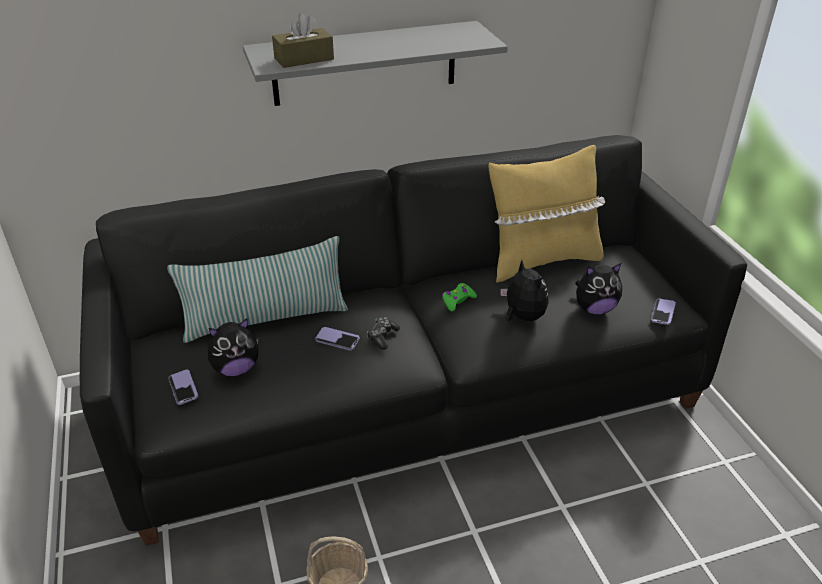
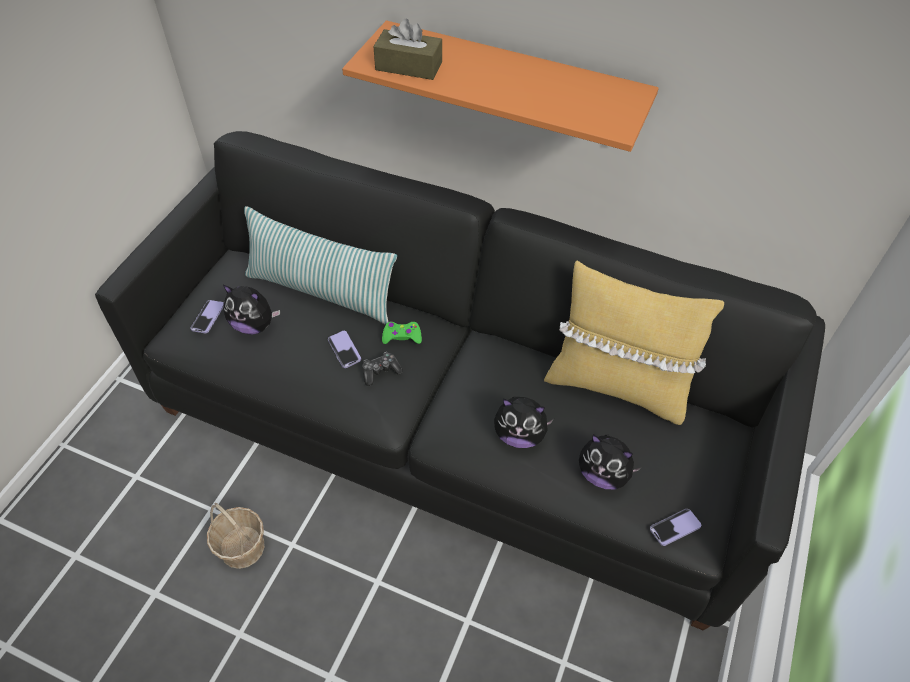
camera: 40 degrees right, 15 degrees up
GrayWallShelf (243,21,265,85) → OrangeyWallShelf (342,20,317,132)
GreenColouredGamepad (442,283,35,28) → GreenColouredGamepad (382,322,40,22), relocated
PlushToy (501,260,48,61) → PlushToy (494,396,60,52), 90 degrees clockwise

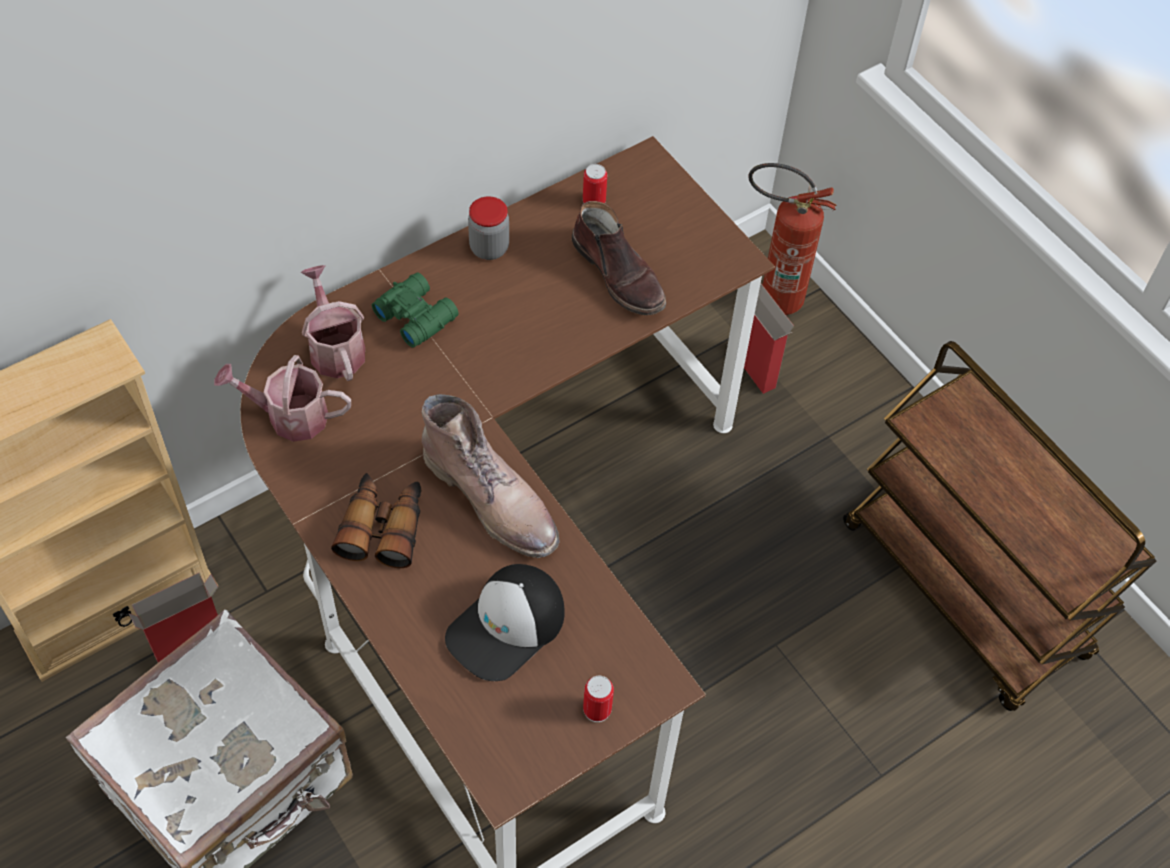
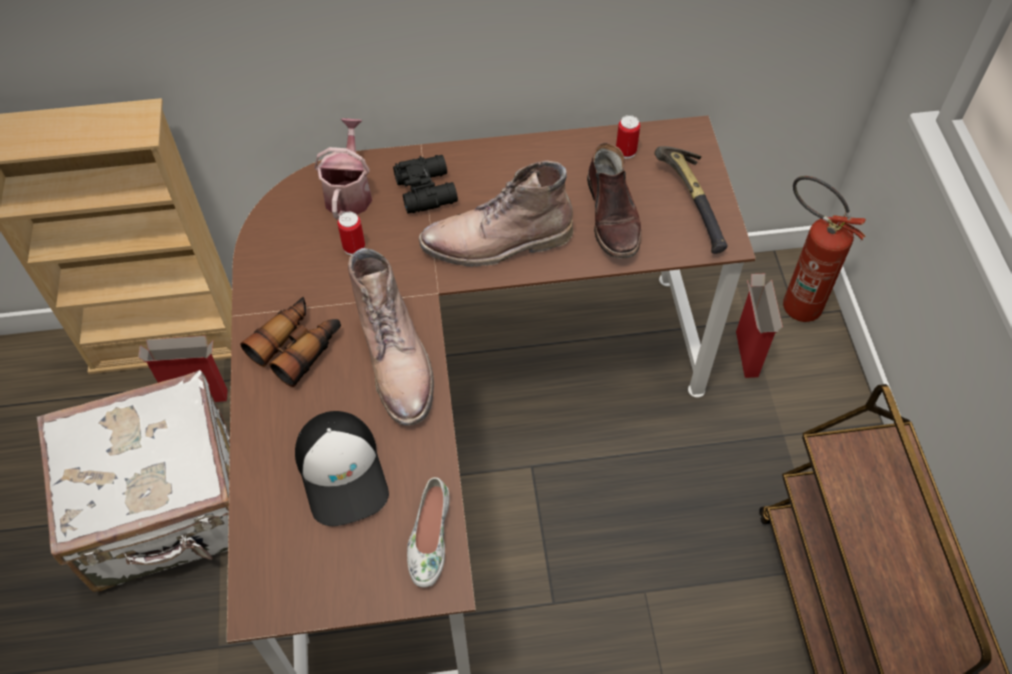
camera: 30 degrees right, 0 degrees up
Cap (445,564,120,117) → Cap (295,411,94,115), 90 degrees counterclockwise
SealedCan (583,676,31,46) → SealedCan (337,212,28,43), relocated
GreenColouredBinoculars (372,272,87,76) → BlackBinoculars (393,155,65,59)
- → WhitishItemOfFootwear (407,477,42,110)
- → BrownBoot (419,160,154,107)
- → HandHammer (654,146,74,108)
WateringPot (214,355,137,87) → -
Jar (468,196,41,64) → -

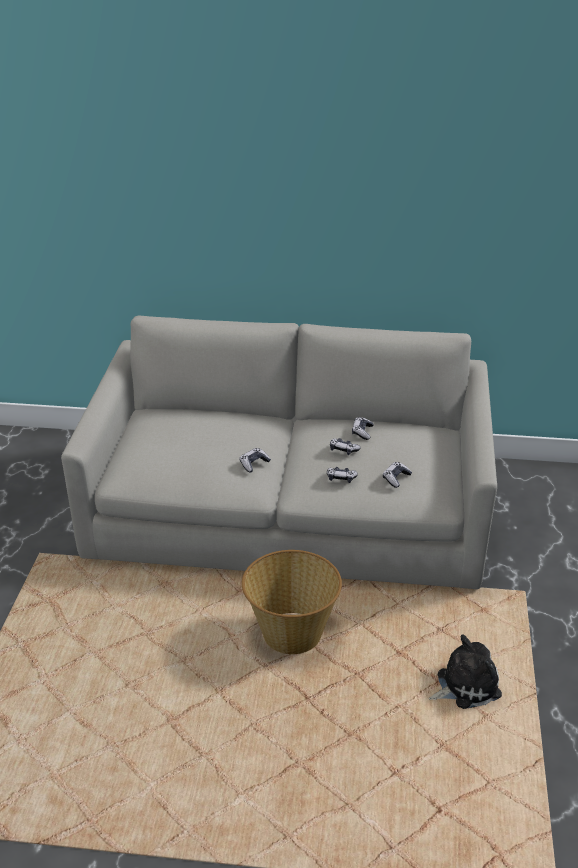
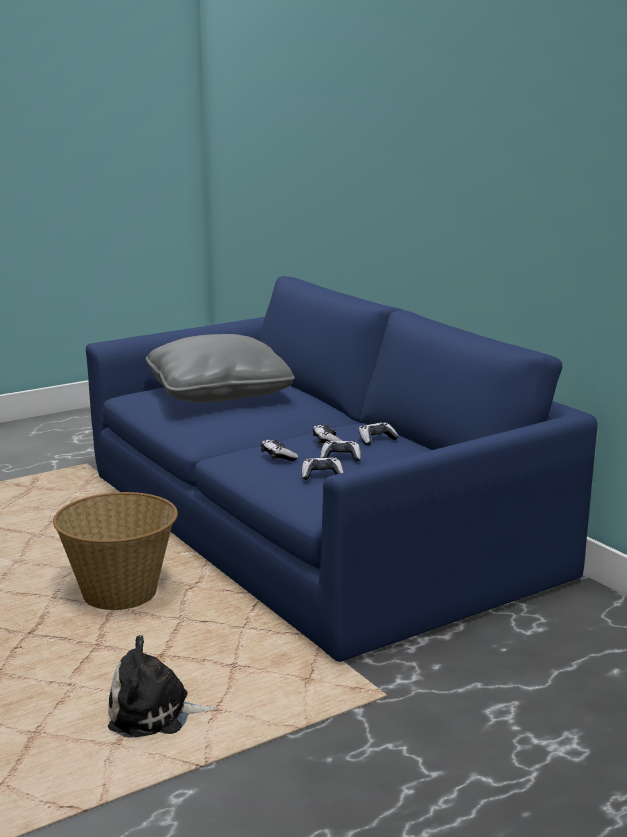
camera: 50 degrees right, 15 degrees down
GraySofa (61,316,436,273) → BluishSofa (86,276,512,386)
PlushToy (429,634,73,75) → PlushToy (108,635,108,103), 150 degrees clockwise
- → GrayPillow (146,334,149,69)
Gamepad (239,448,32,24) → Gamepad (320,441,41,21), relocated

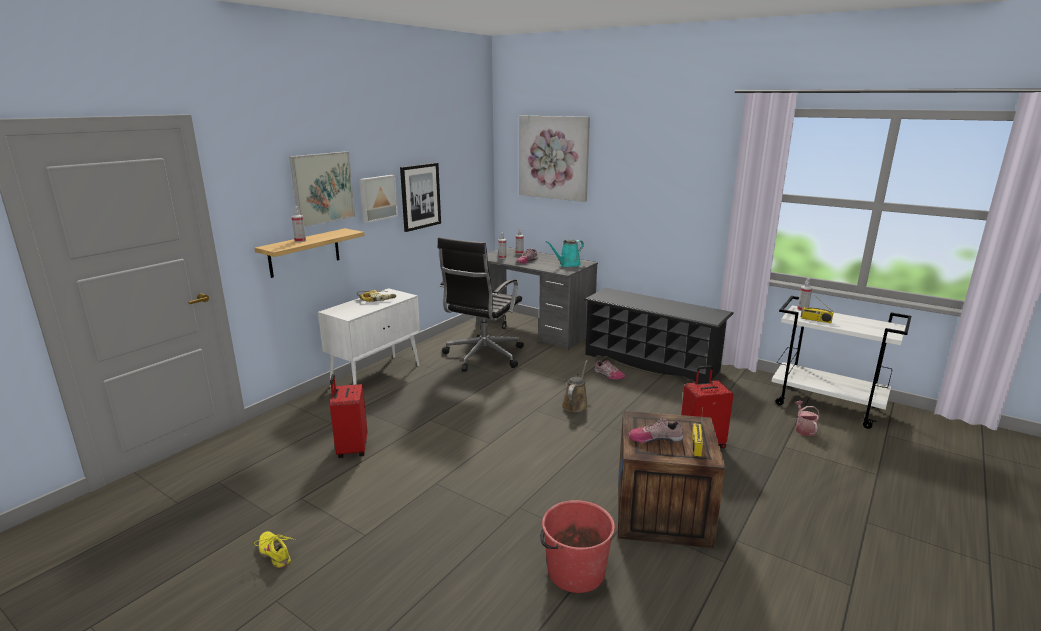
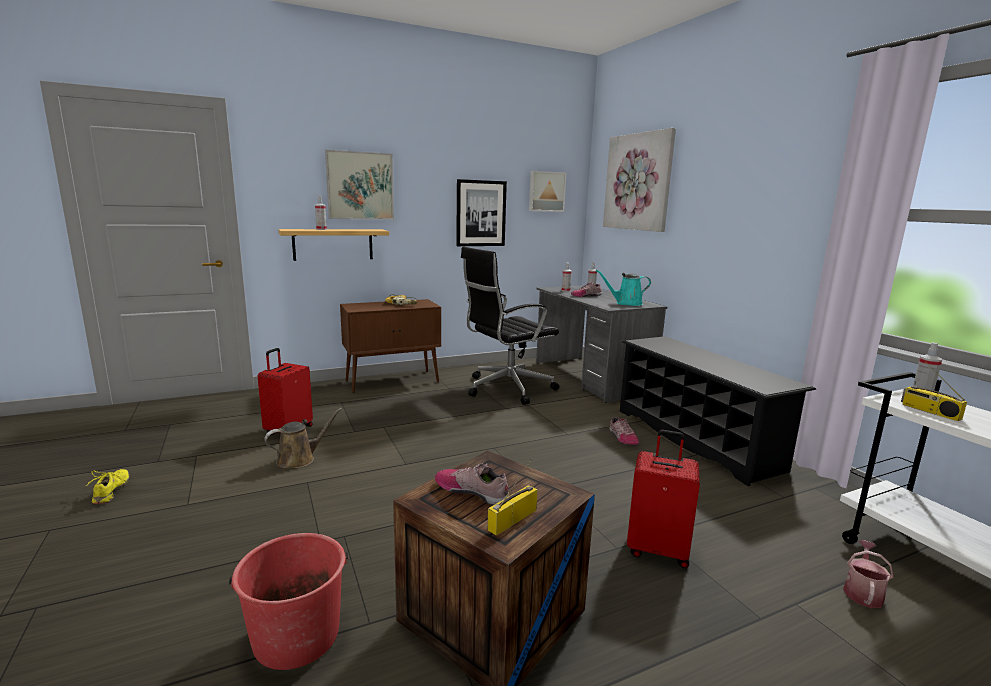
camera: 30 degrees right, 5 degrees down
BrownWateringPot (561,360,27,52) → BrownWateringPot (264,408,78,60), relocated
WhitishStorageCabinet (318,288,102,99) → BrownStorageCabinet (340,299,101,94)
WallPicture (359,175,39,48) → WallPicture (529,171,37,41), relocated

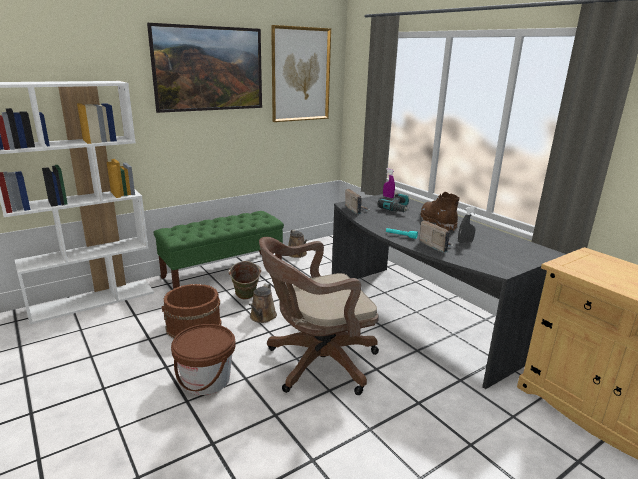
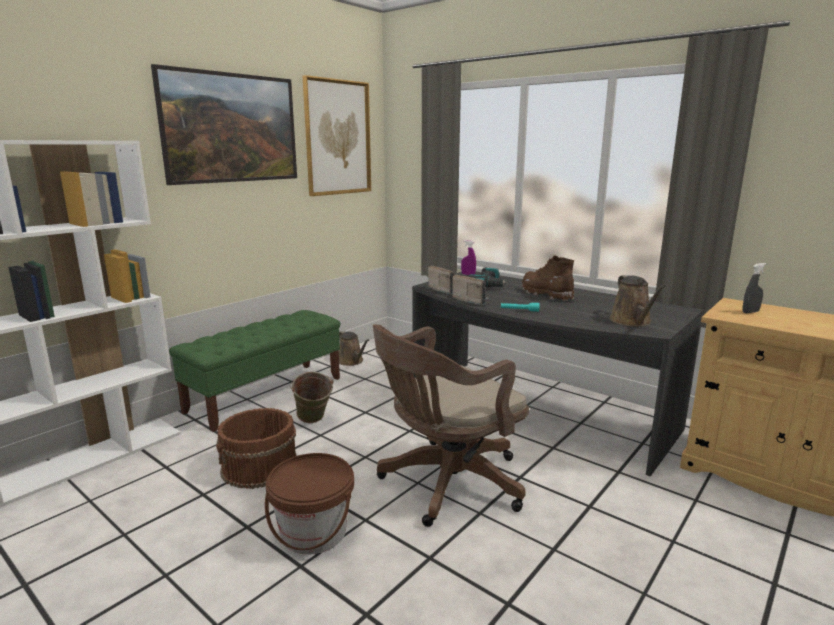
camera: 15 degrees left, 5 degrees down
RadioSet (419,220,35,33) → RadioSet (452,274,36,31), relocated
BrownWateringPot (248,284,29,39) → BrownWateringPot (610,275,56,52), relocated
GraySprayBottle (458,207,19,36) → GraySprayBottle (743,263,23,50), relocated

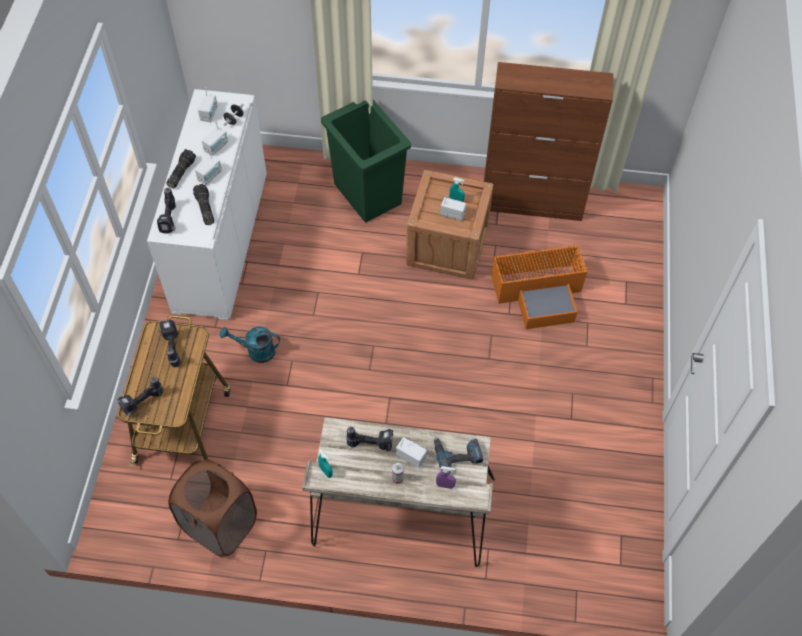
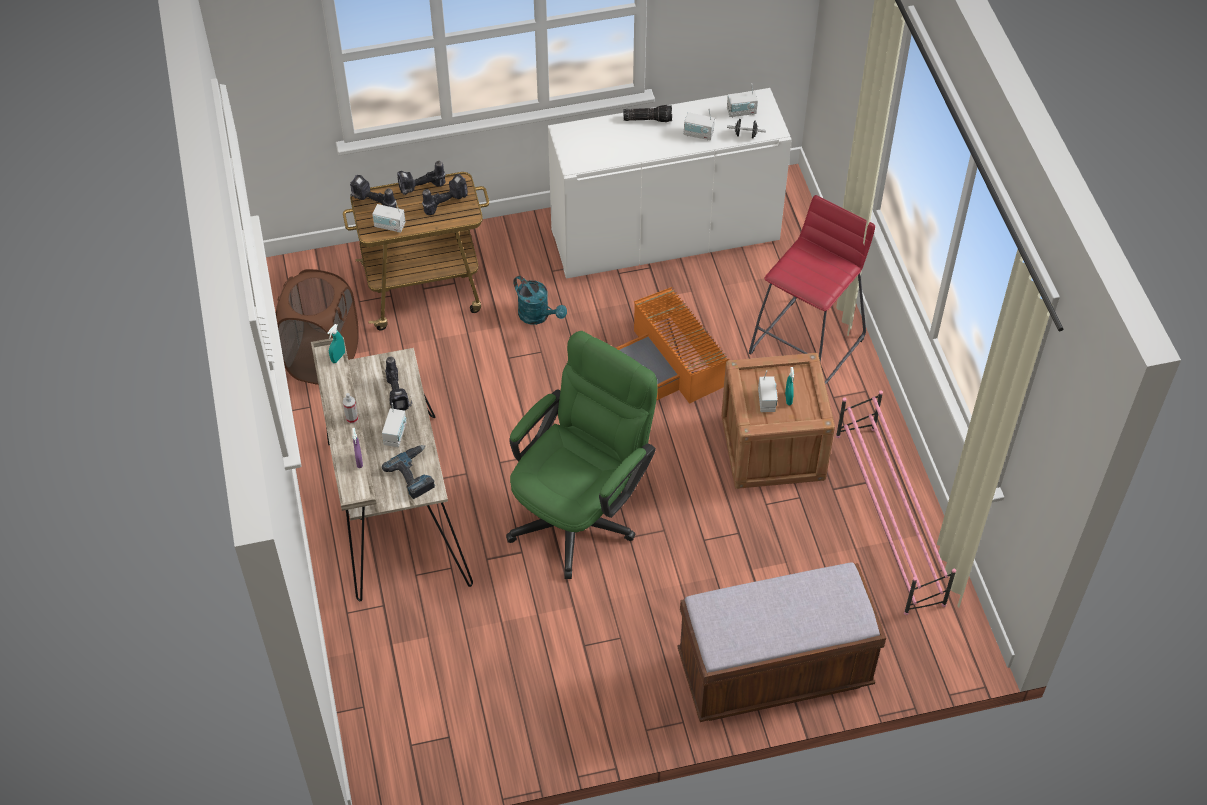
camera: 70 degrees right, 5 degrees down
RadioSet (195,150,27,35) → RadioSet (372,201,34,32), relocated
ElectricDrill (157,188,19,45) → ElectricDrill (397,161,49,34), relocated
- → GreenColouredDeskChair (506,331,152,248)
BlueGreenWateringPot (220,326,60,37) → BlueGreenWateringPot (513,276,54,49), 150 degrees clockwise
OrangeyStorageContainer (491,244,96,85) → OrangeyStorageContainer (616,287,113,117), relocated
- → BrownIndoorBench (677,562,209,160)
GreenColouredRubbishBin (321,100,90,123) → RedColouredSittingStool (749,195,126,190)
BrownStorageCabinet (484,62,130,159) → PinkishShoeRack (836,390,120,225)
Torch (193,184,21,41) → -

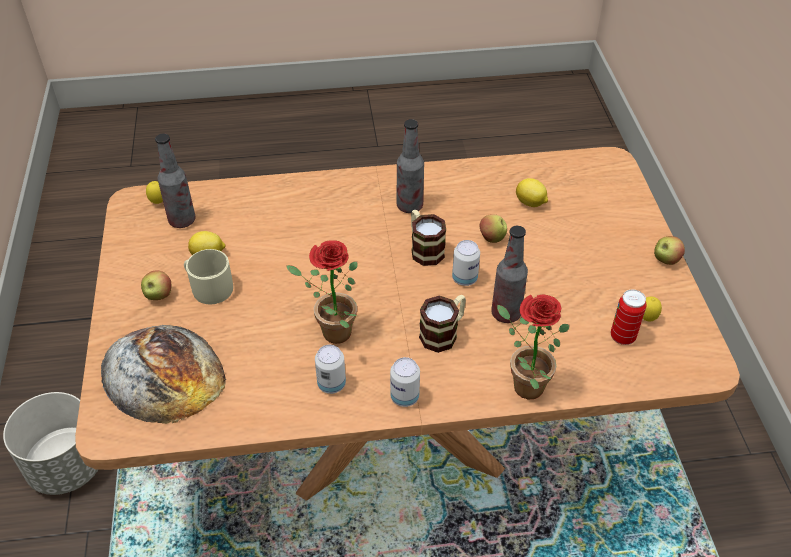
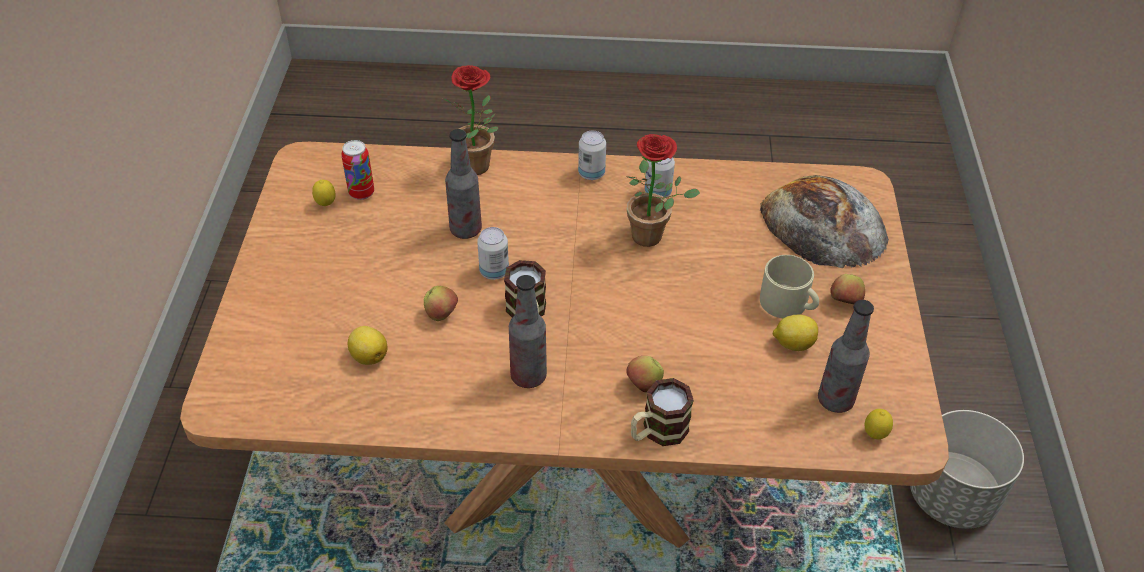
camera: 170 degrees left, 0 degrees up
AppleFruit (654,236,31,29) → AppleFruit (626,356,38,36), relocated
CoffeeMug (419,295,47,58) → CoffeeMug (631,378,63,68), relocated

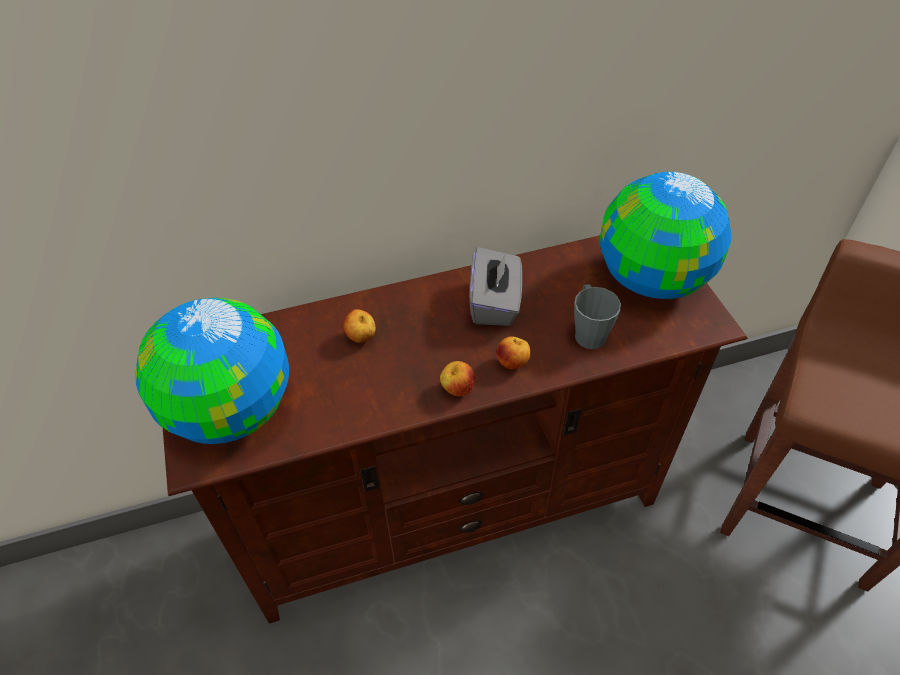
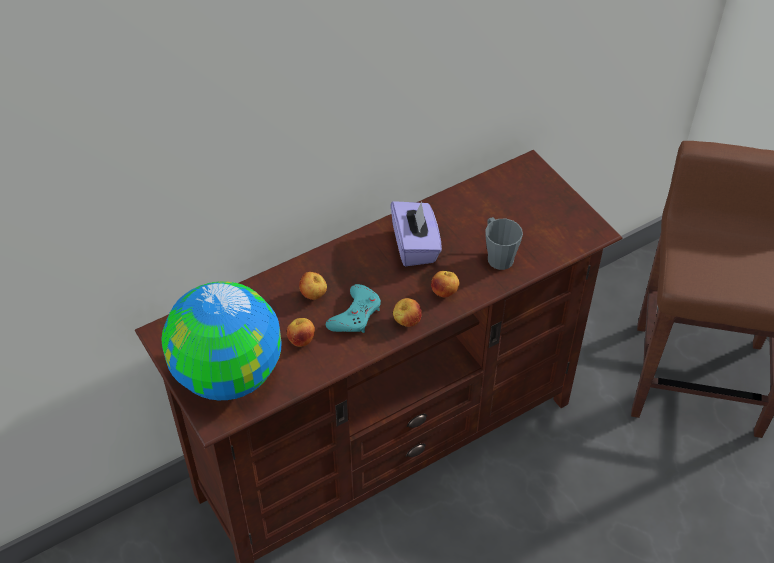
camera: 15 degrees left, 0 degrees up
- → AppleFruit (287,318,28,29)
- → BlueGreenGamepad (326,284,55,49)
GrayTissueHolder (469,247,53,79) → PurpleTissueHolder (391,201,51,65)
DeskGlobe (600,172,132,127) → -

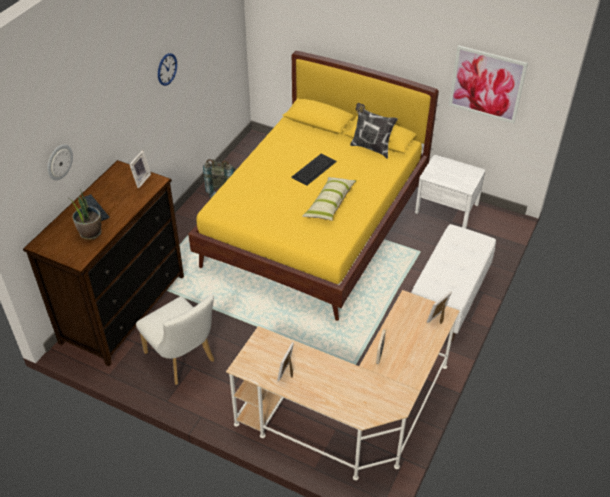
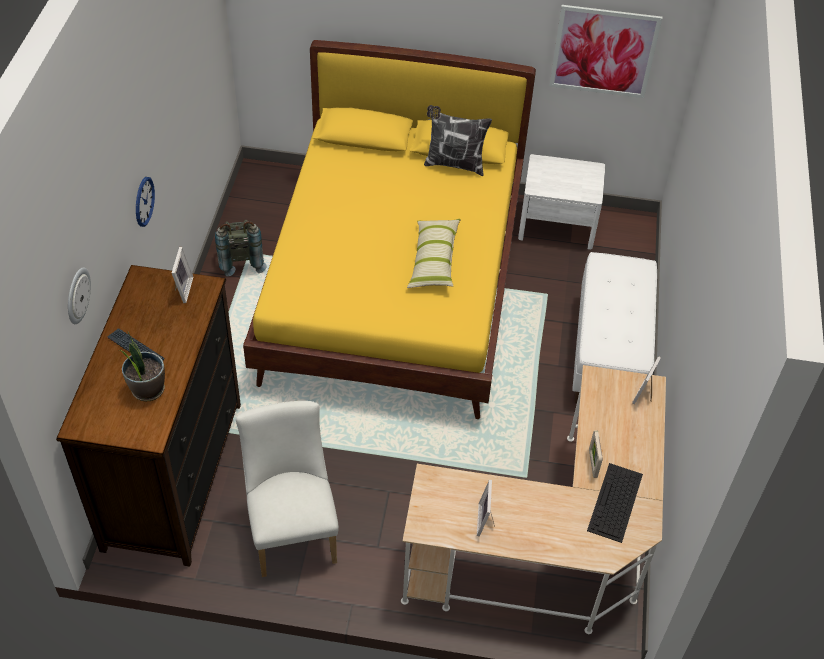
camera: 20 degrees left, 5 degrees up
WallClock (158,53,19,33) → WallClock (136,177,19,50), relocated
WhitishUprightChair (136,295,78,90) → WhitishUprightChair (236,401,103,176), 135 degrees counterclockwise
Keyboard (291,153,46,33) → Keyboard (587,463,56,80), relocated

